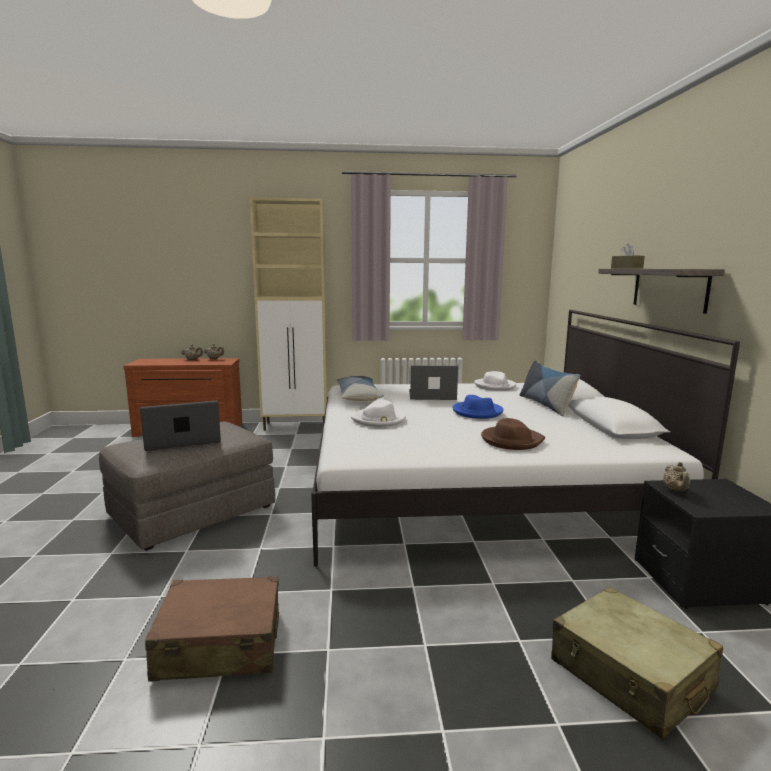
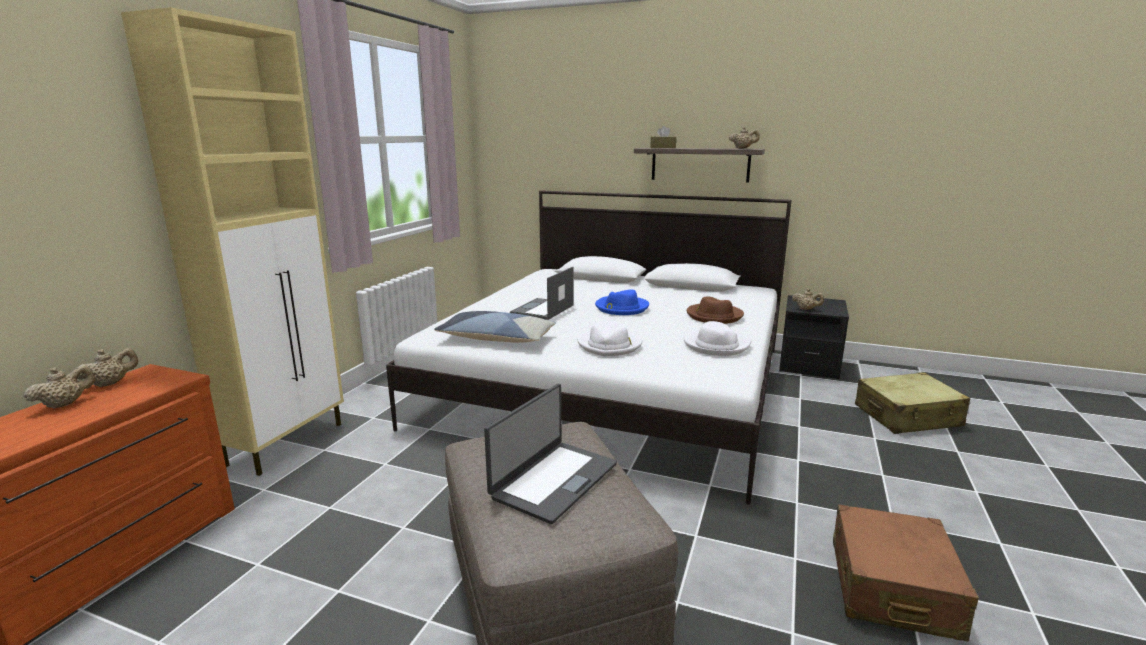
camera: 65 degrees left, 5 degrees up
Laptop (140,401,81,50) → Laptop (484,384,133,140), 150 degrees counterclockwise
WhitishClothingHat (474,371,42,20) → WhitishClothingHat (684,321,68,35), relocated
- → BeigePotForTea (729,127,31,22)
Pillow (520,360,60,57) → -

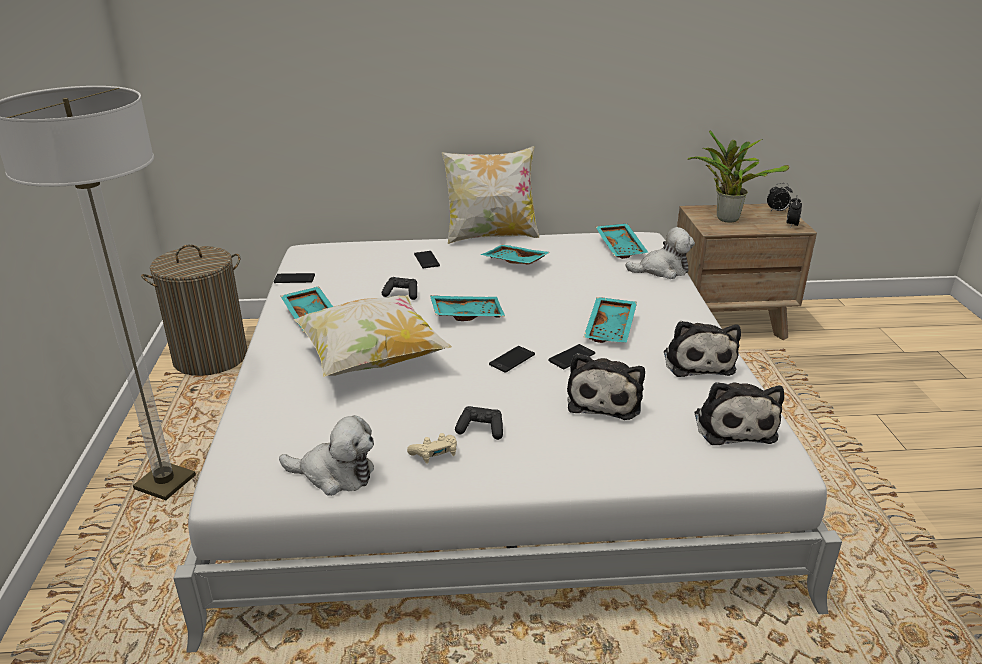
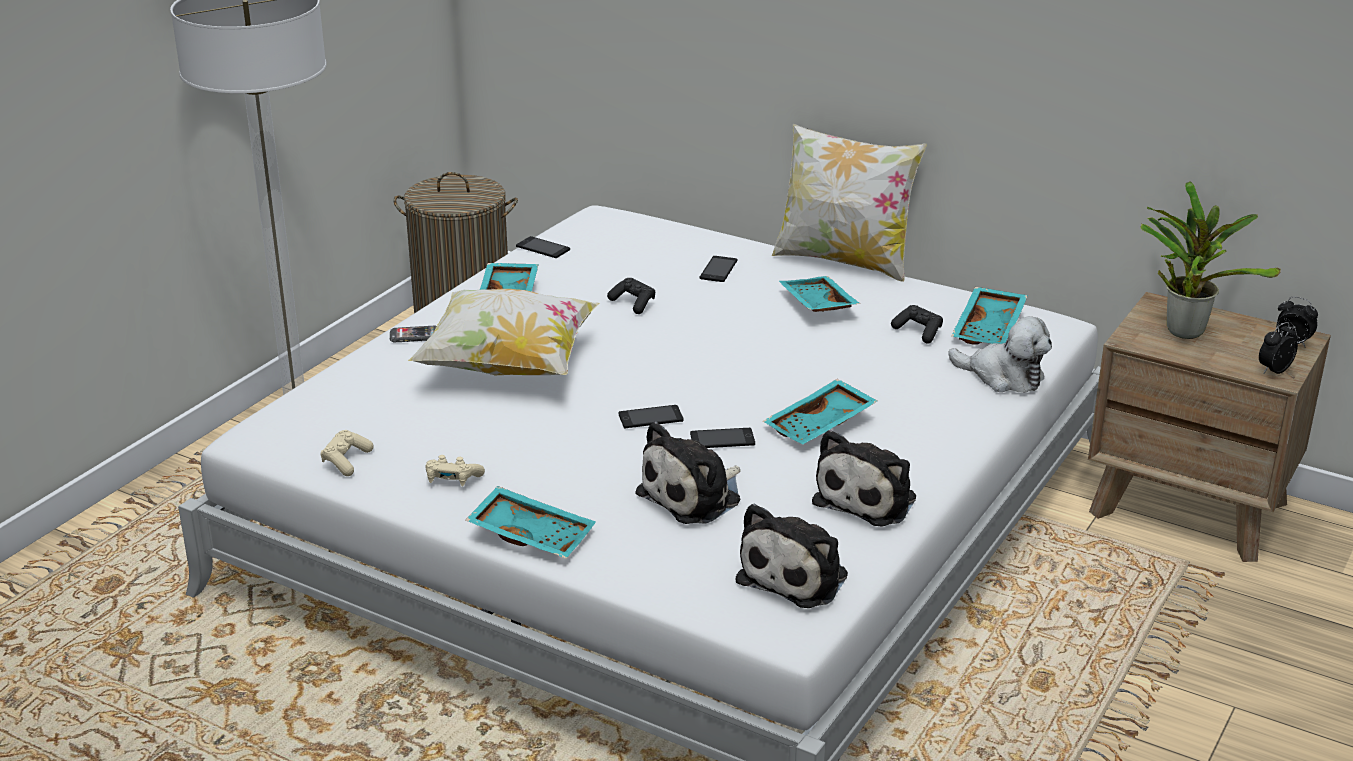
camera: 35 degrees right, 0 degrees up
PlushToy (279,415,95,81) → BeigeGamepad (321,430,53,46)
- → Telephone (390,326,47,16)
BlueGreenTray (430,295,75,26) → BlueGreenTray (466,486,130,73), relocated
BlackGamepad (455,406,48,34) → BlackGamepad (891,305,52,39), relocated

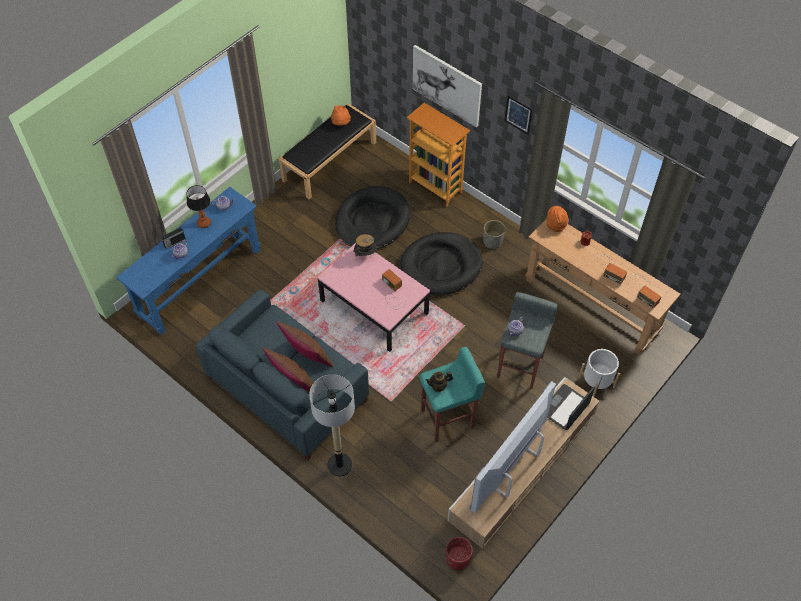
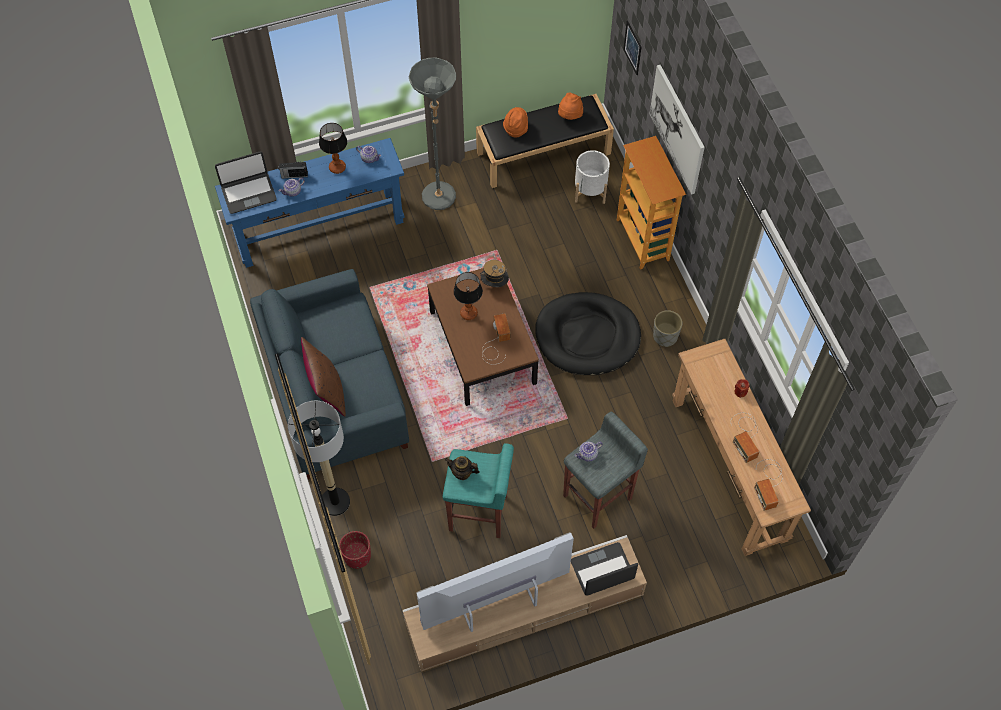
camera: 30 degrees right, 5 degrees up
- → Laptop (215,152,62,62)
RedColouredPlantPot (446,537,27,33) → RedColouredPlantPot (339,531,32,38), relocated
- → GrayStandardLamp (409,58,48,152)
PinkishLowTable (317,243,113,109) → BrownLowTable (427,268,112,138)
- → TableLamp (453,272,30,48)
OrangeyClothingHat (547,206,22,26) → OrangeyClothingHat (503,107,25,30), relocated
WhitishPlantPot (578,349,42,48) → WhitishPlantPot (575,150,35,54), relocated
WallPicture (505,95,28,40) → WallPicture (623,20,19,55), relocated
BrownPillow (276,321,57,46) → -
BlackPetBed (335,186,75,63) → -

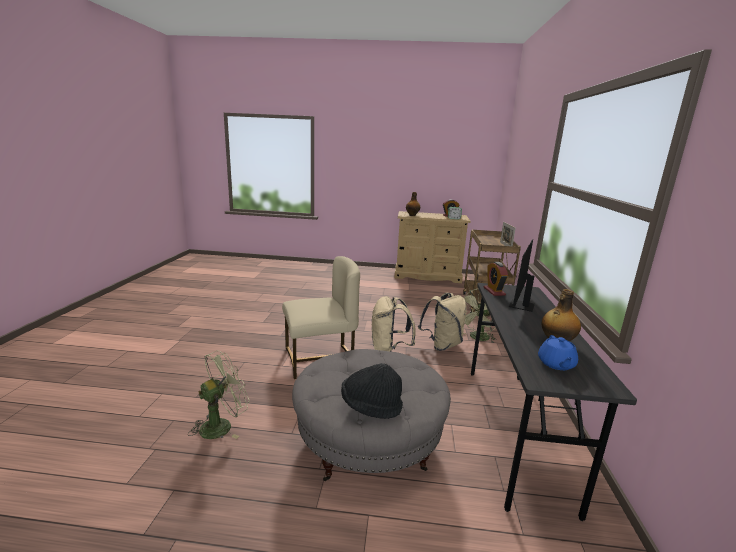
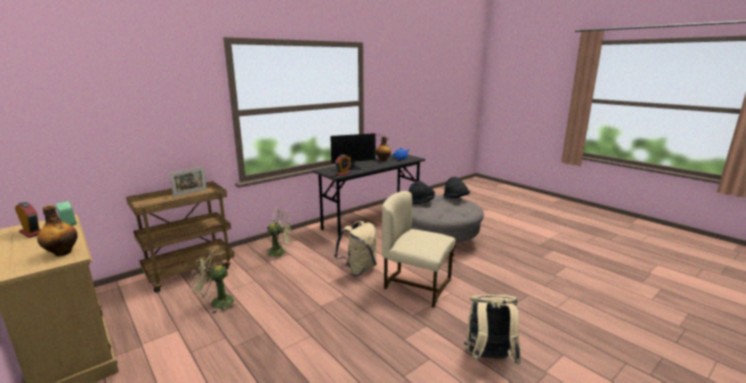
camera: 135 degrees left, 0 degrees up
GreenColouredCoolingFan (188,351,62,88) → GreenColouredCoolingFan (191,246,47,68), relocated
- → BlackClothingHat (409,181,26,23)
BeigeBackpack (418,293,49,58) → BeigeBackpack (464,295,57,70), relocated

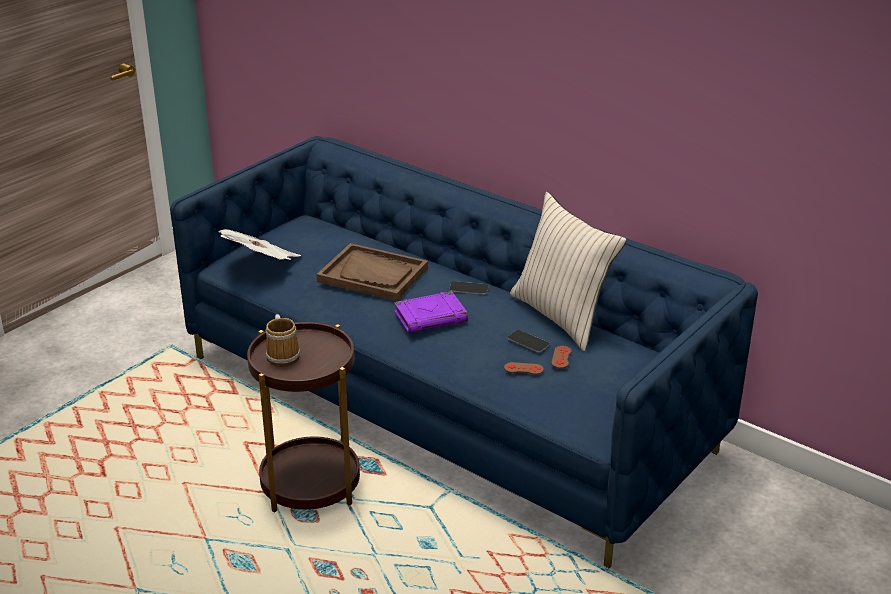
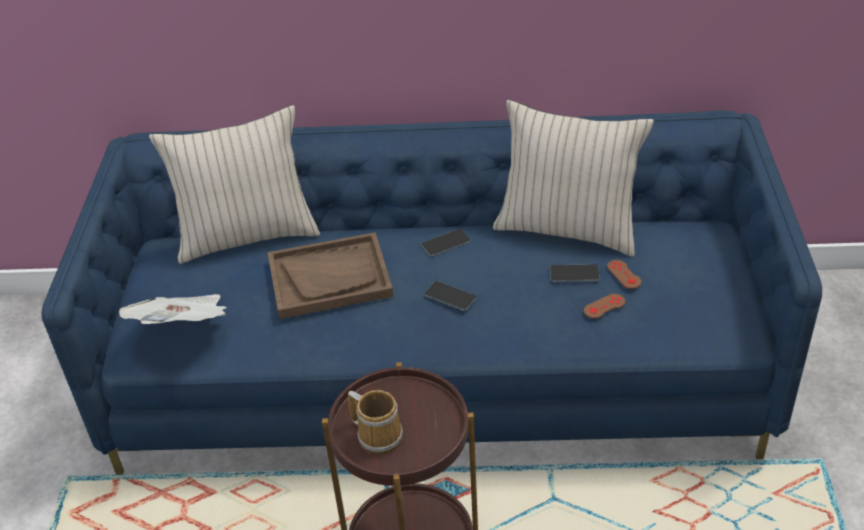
camera: 35 degrees left, 10 degrees up
- → BeigePillow (149,105,171,159)
PurpleBook (394,291,74,42) → Telephone (425,281,51,30)

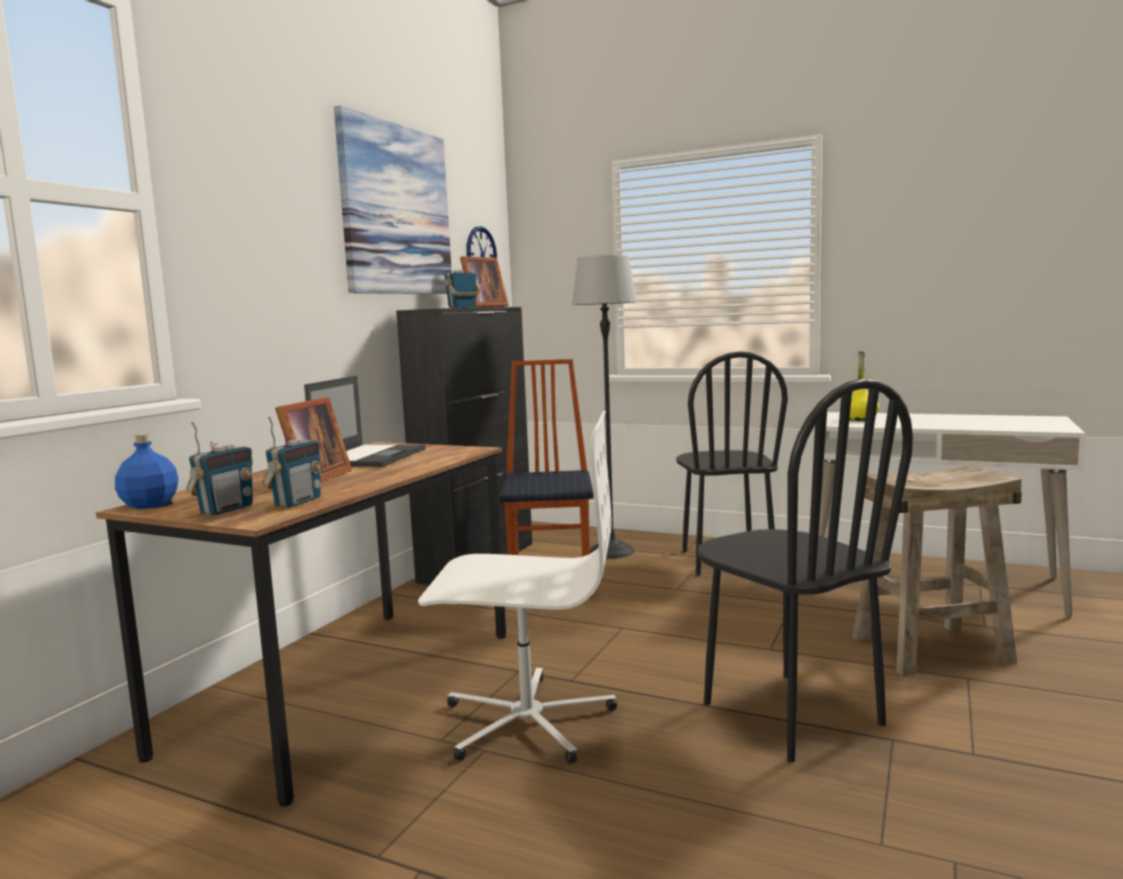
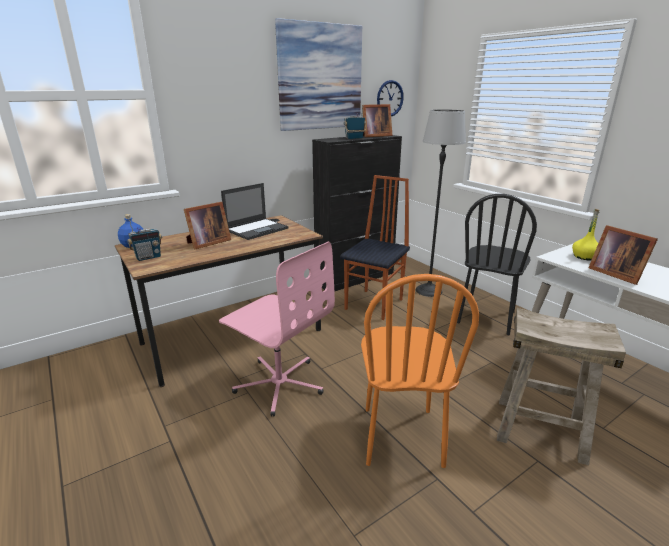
camera: 30 degrees right, 15 degrees up
WhitishDeskChair (418,411,199,353) → PinkishDeskChair (219,242,116,175)
BlackUprightChair (698,378,215,385) → OrangeyUprightChair (361,274,118,194)
- → PhotoFrame (588,225,70,60)
RadioSet (262,416,59,91) → -

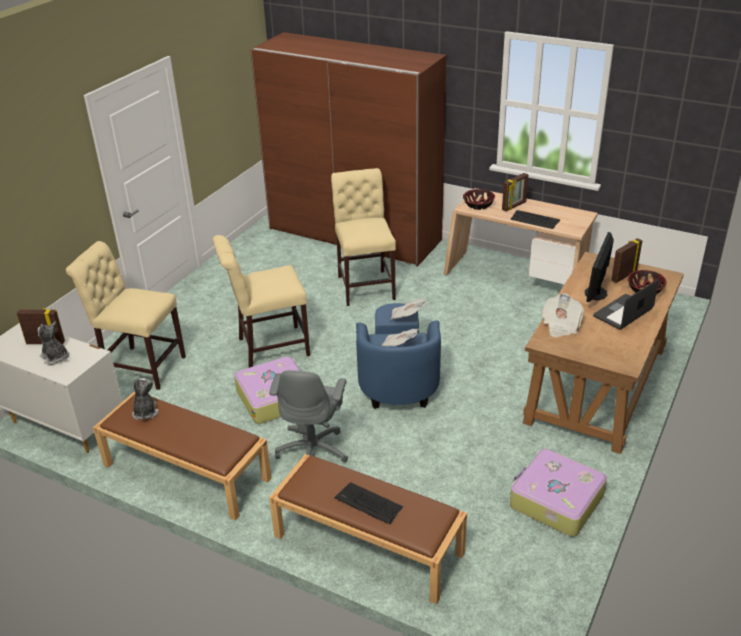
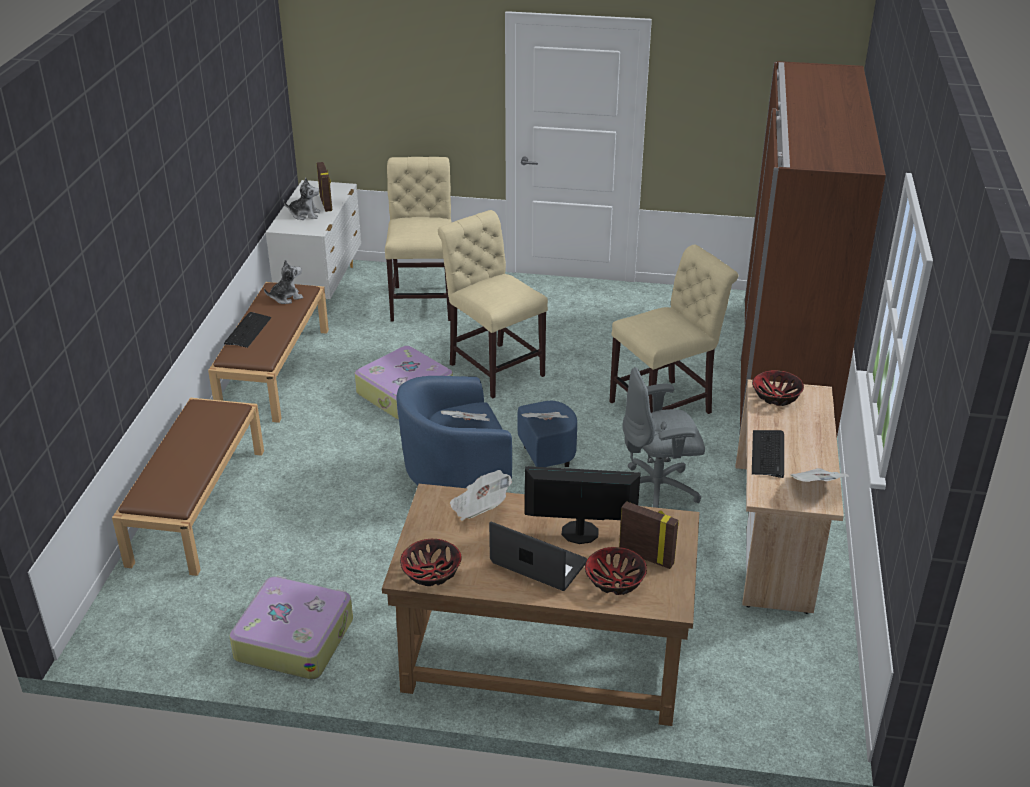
camera: 70 degrees right, 0 degrees up
Keyboard (334,482,69,42) → Keyboard (224,312,47,36), relocated
PlushToy (38,321,31,44) → PlushToy (283,178,37,42), 75 degrees clockwise
- → DeepDish (400,539,62,47)
GrayDeskChair (269,370,79,92) → GrayDeskChair (622,367,83,141), relocated
- → Newspaper (790,468,59,14)
PhotoFrame (502,173,26,38) → -

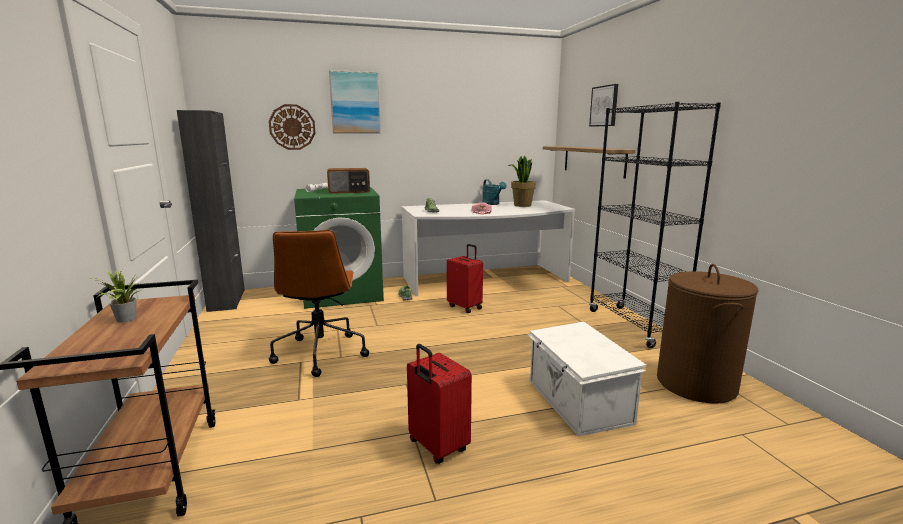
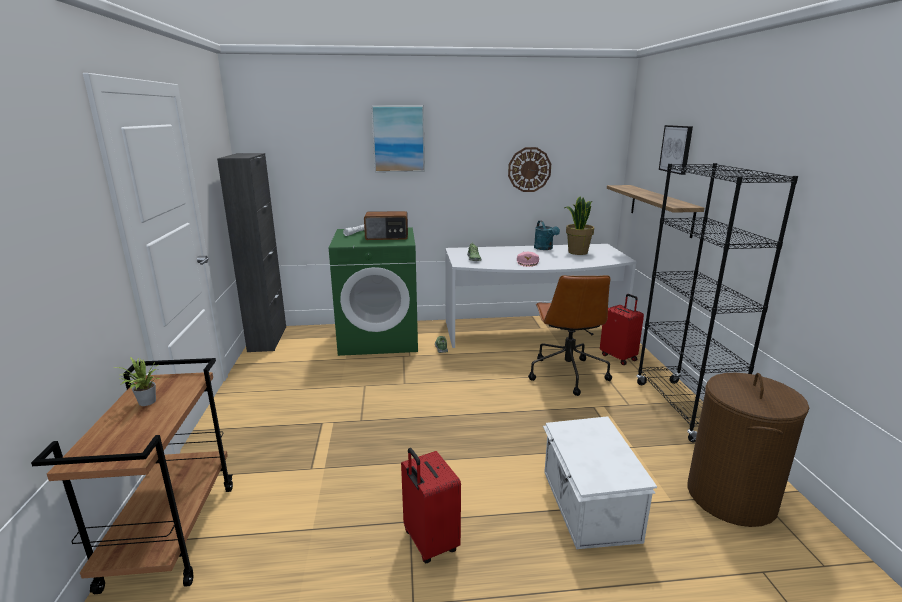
camera: 10 degrees right, 5 degrees up
WallClock (269,104,46,46) → WallClock (508,147,43,45), relocated
BrownDeskChair (269,230,100,147) → BrownDeskChair (528,275,84,121), relocated
RedColouredPieceOfLuggage (447,244,36,69) → RedColouredPieceOfLuggage (600,294,44,71), relocated

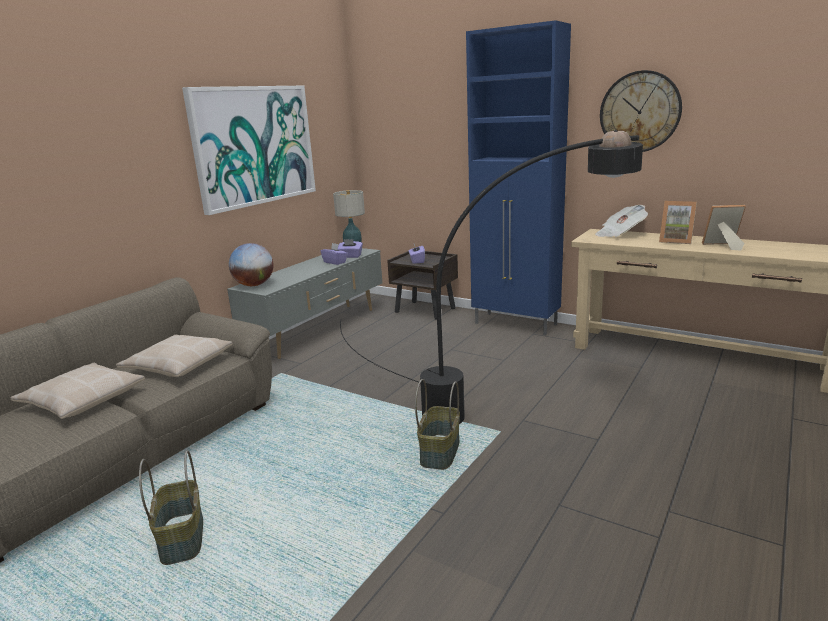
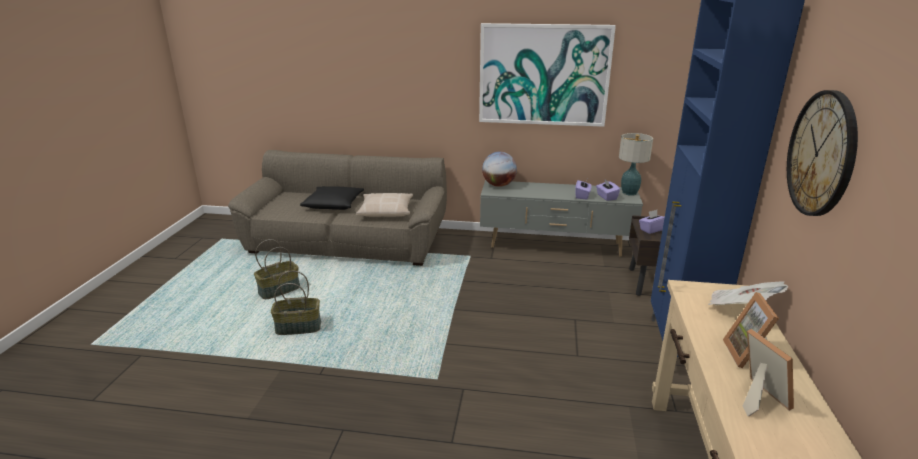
camera: 65 degrees right, 5 degrees up
Basket (415,379,45,91) → Basket (271,271,50,64), relocated
BeigePillow (10,363,135,56) → BlackPillow (300,186,64,24)
BlackStandardLamp (340,130,303,294) → -

